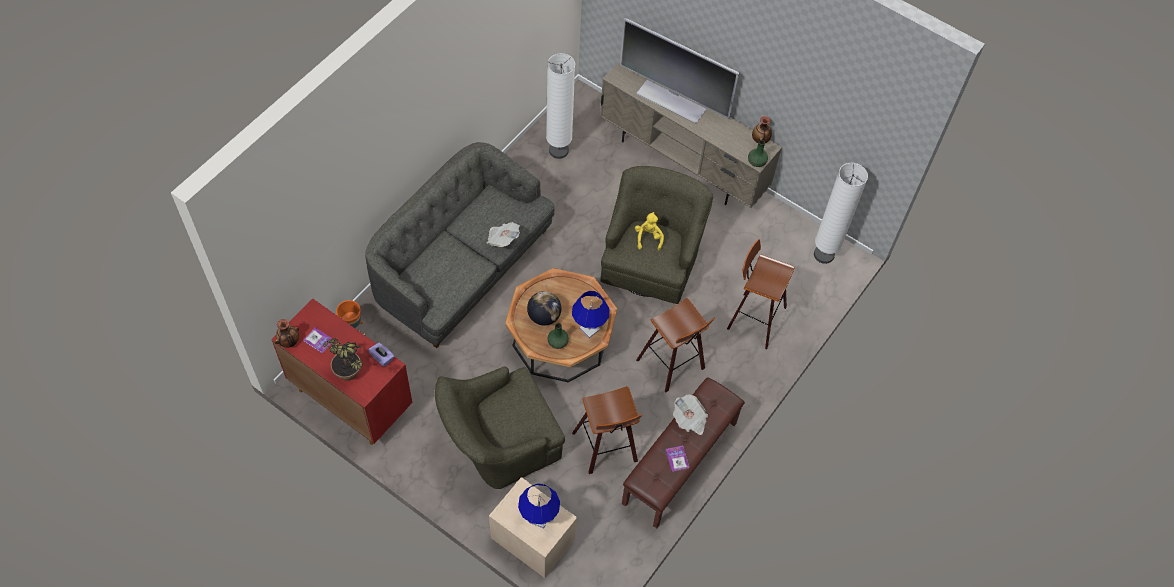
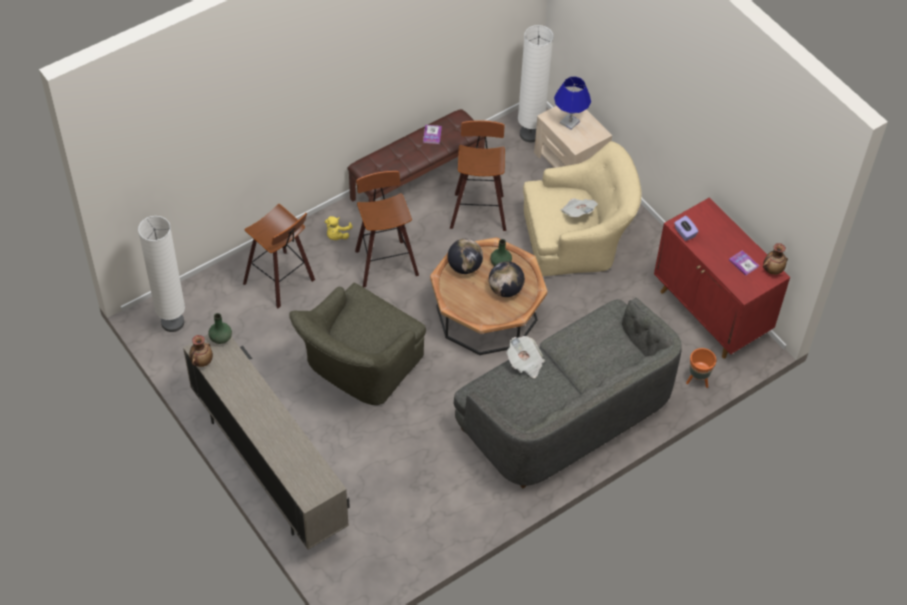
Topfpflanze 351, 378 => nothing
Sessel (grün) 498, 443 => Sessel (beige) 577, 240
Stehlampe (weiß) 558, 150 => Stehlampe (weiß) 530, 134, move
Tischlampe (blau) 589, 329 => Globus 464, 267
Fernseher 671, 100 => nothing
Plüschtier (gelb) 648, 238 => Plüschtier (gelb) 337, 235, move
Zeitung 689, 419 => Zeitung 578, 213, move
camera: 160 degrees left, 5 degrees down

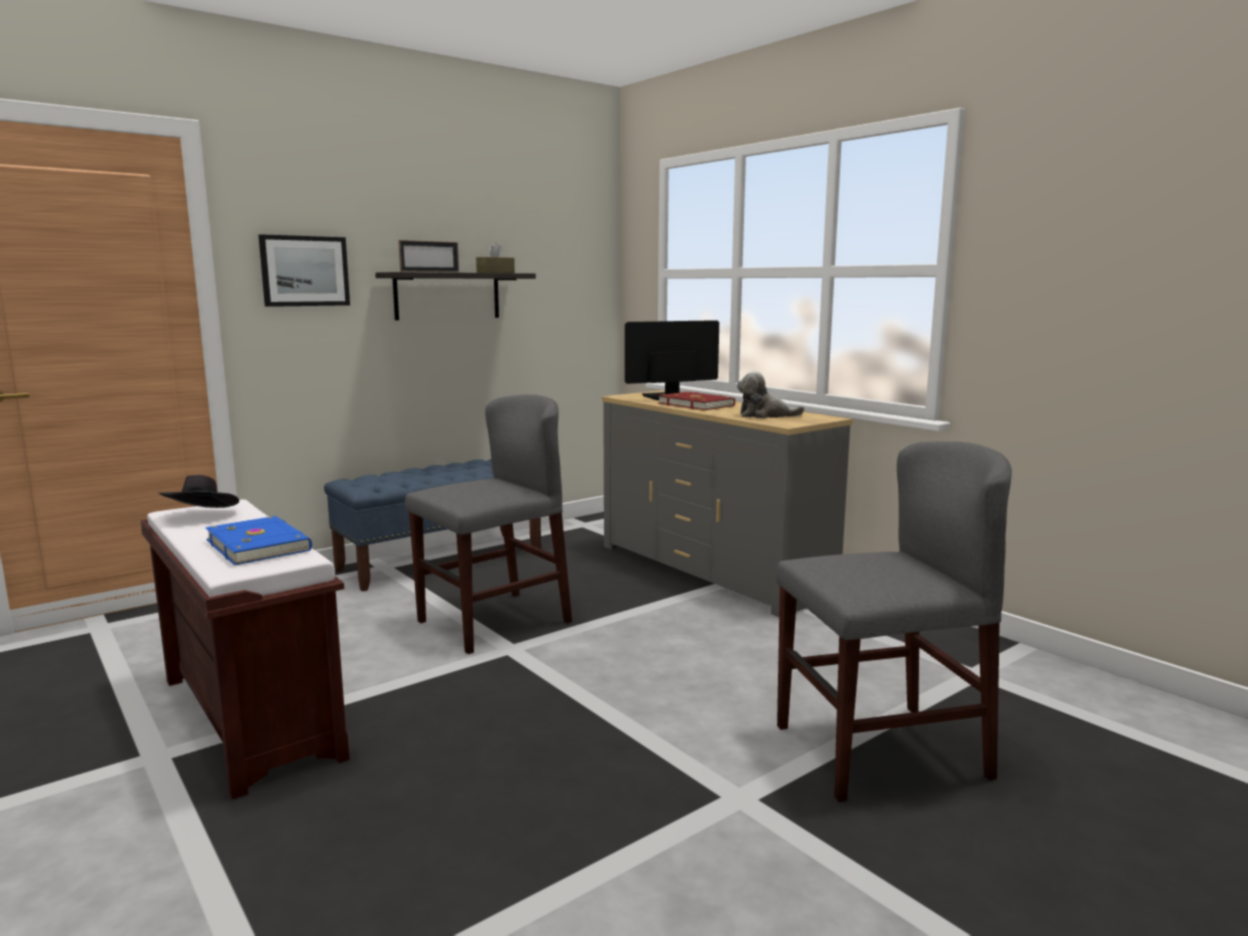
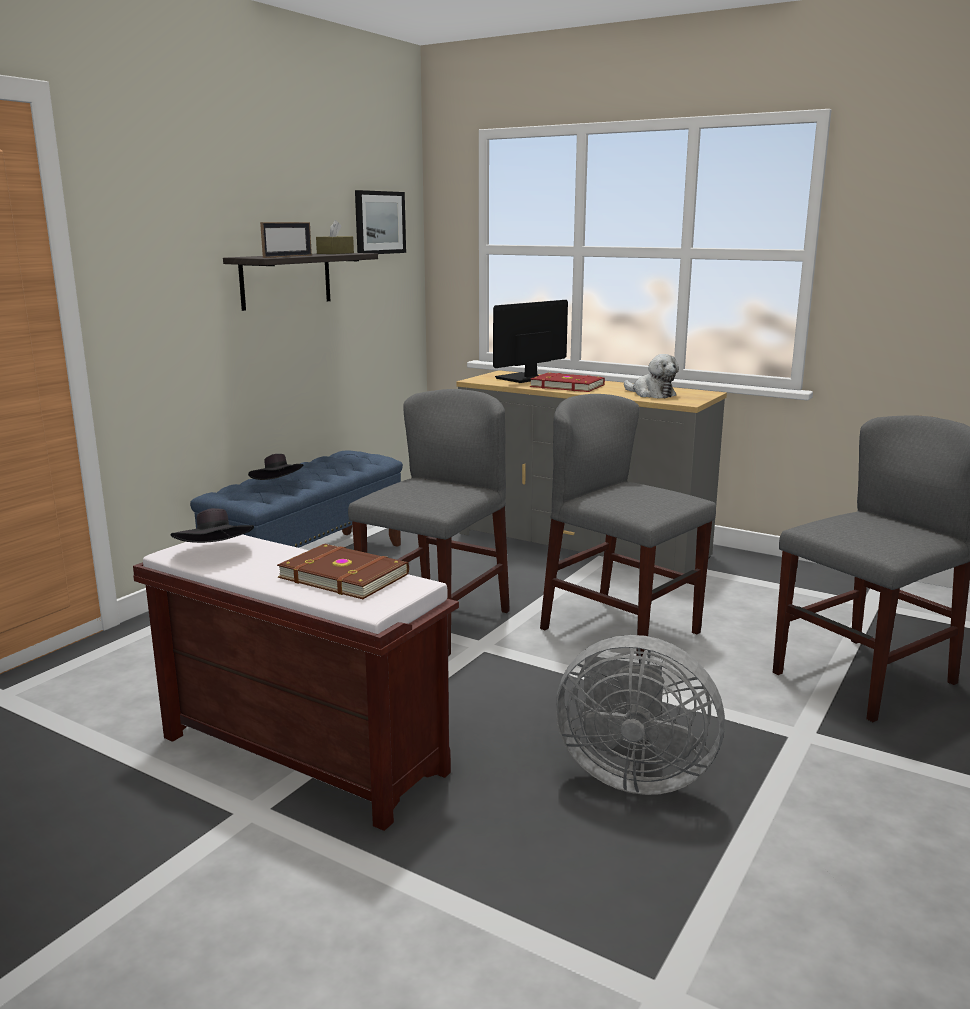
Buch (blau) 260, 545 => Buch (braun) 344, 575
Bild 305, 271 => Bild 379, 222, move
Plüschtier 765, 415 => Plüschtier 651, 394, 120 degrees counterclockwise
nothing => Hut (schwarz) 278, 485
nothing => Stuhl (grau) 620, 630
nothing => Ventilator (grau) 631, 774
camera: 20 degrees left, 5 degrees up

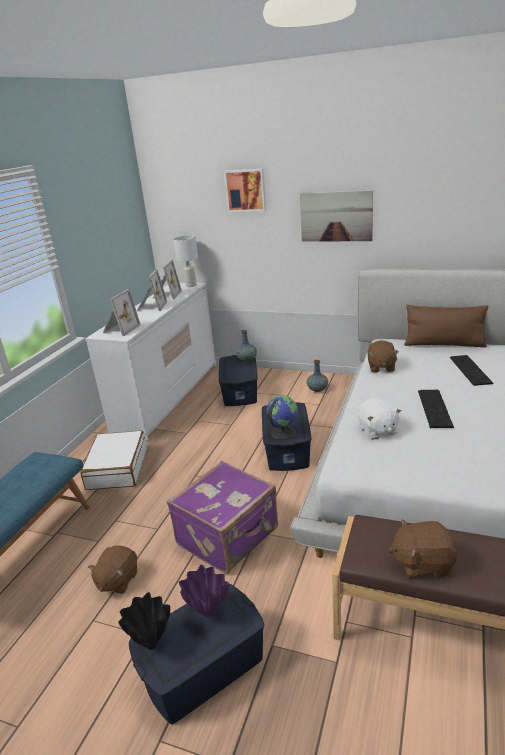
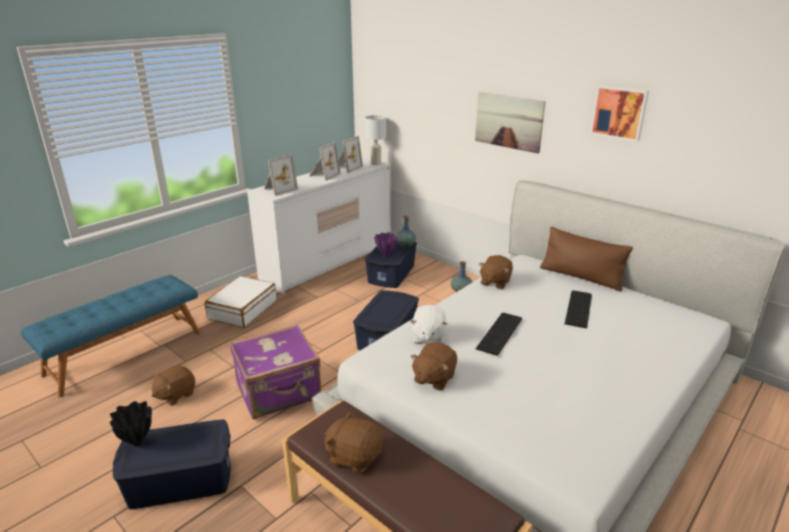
Vase (lila) 207, 613 => Vase (lila) 386, 256, move
Bild 246, 190 => Bild 619, 112, move
Globus 282, 432 => nothing
nothing => Plüschtier (braun) 433, 378
camera: 20 degrees right, 0 degrees up

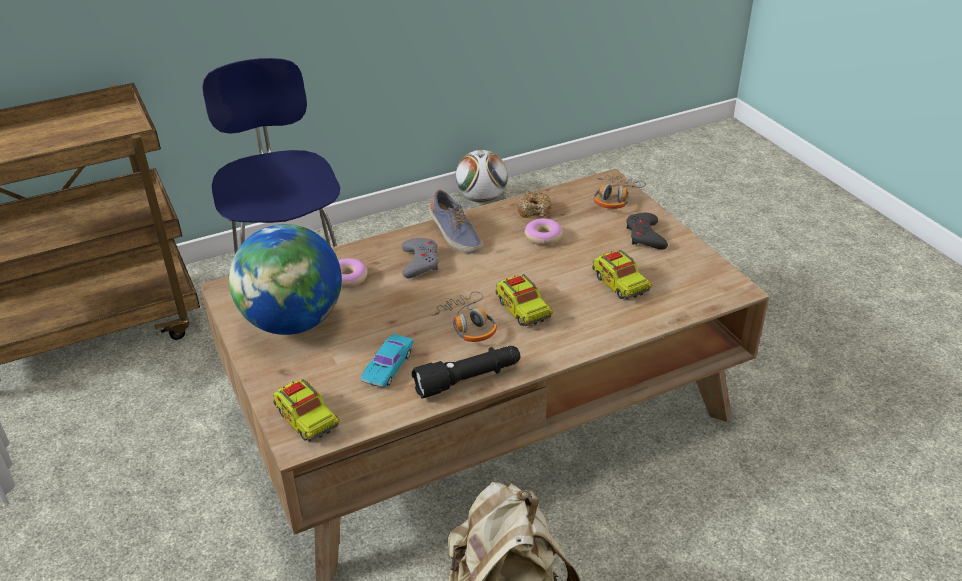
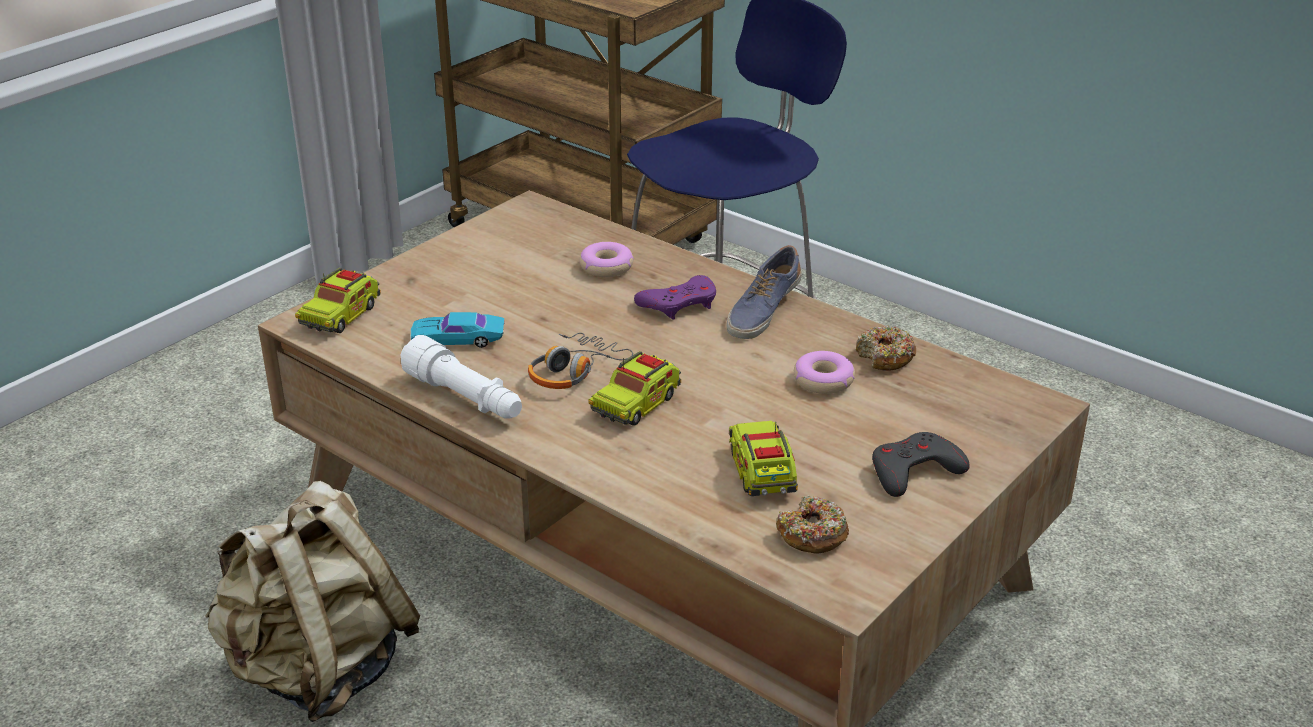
Globus 293, 322 => nothing
Gamepad (grau) 420, 262 => Gamepad (lila) 679, 304
Taschenlampe (schwarz) 468, 379 => Taschenlampe (weiß) 465, 398
Fußball 481, 198 => nothing
Spielzeuglaster 620, 284 => Spielzeuglaster 762, 472, 135 degrees clockwise
Kopfhörer 615, 198 => nothing
nothing => Donut 812, 535
camera: 65 degrees right, 5 degrees down

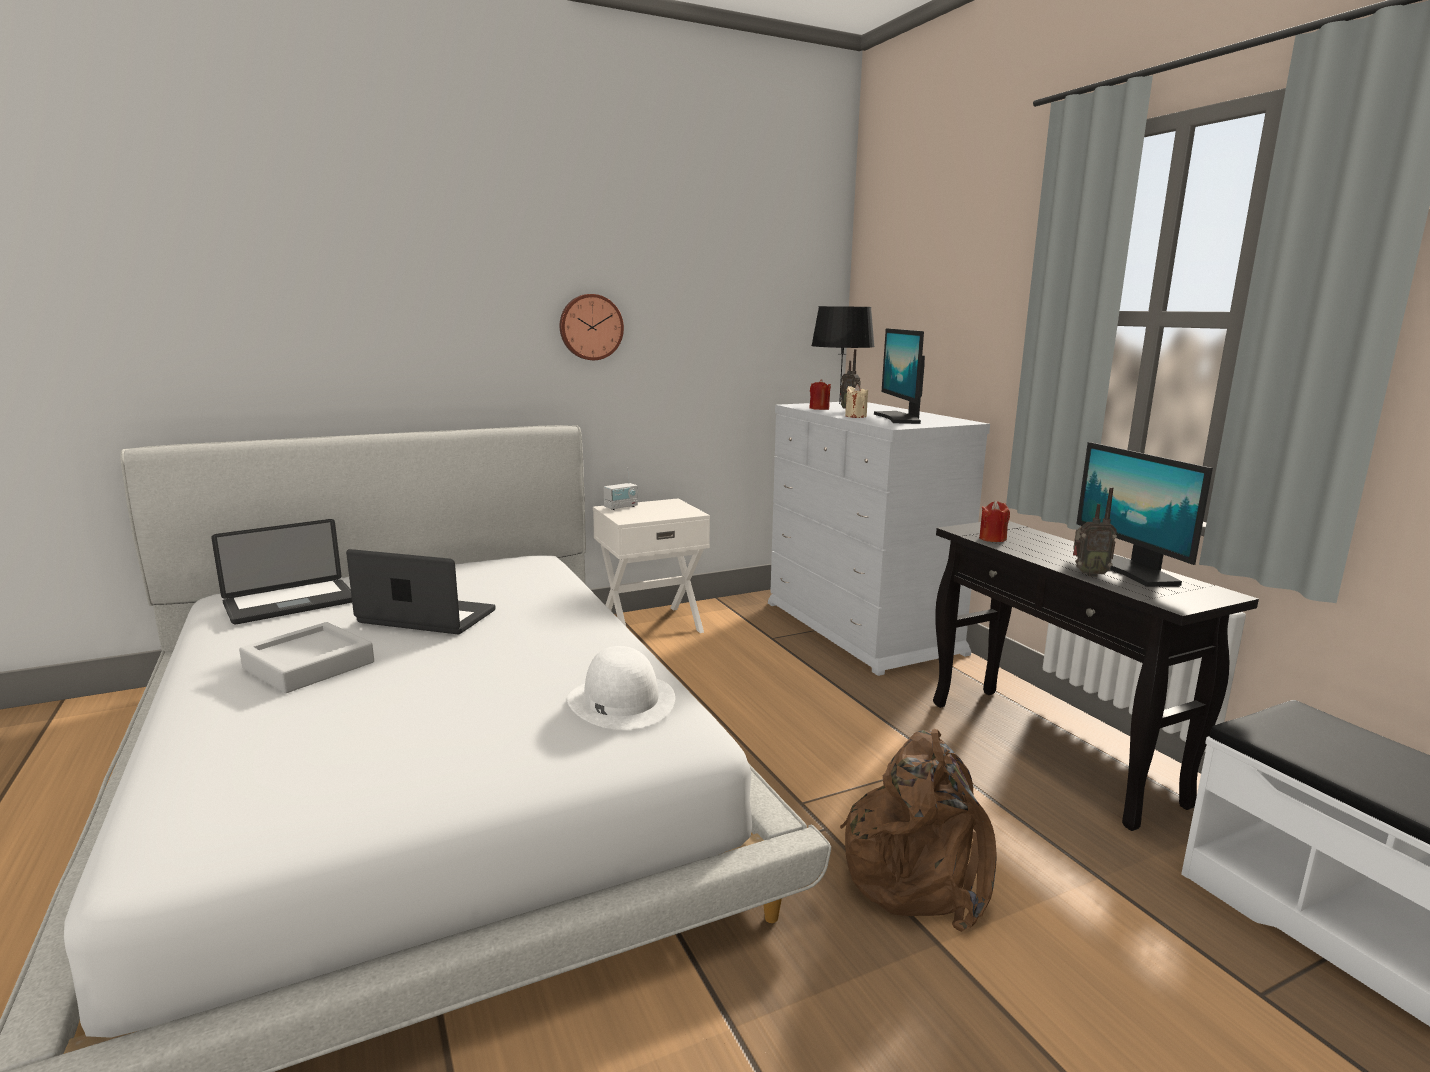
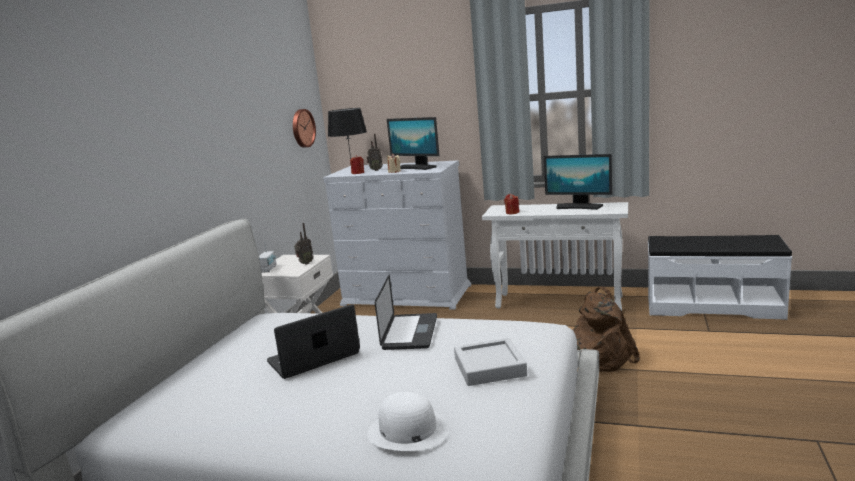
Laptop 290, 603 => Laptop 410, 333, move
Tablett (grau) 309, 665 => Tablett (grau) 489, 367, move
Wanduhr 590, 327 => Wanduhr 302, 128, move
Hut (weiß) 621, 701 => Hut (weiß) 407, 431, move
Konsolentisch (schwarz) 1051, 751 => Konsolentisch (weiß) 559, 302
Radio 1088, 574 => Radio 305, 263, move
camera: 45 degrees left, 0 degrees up

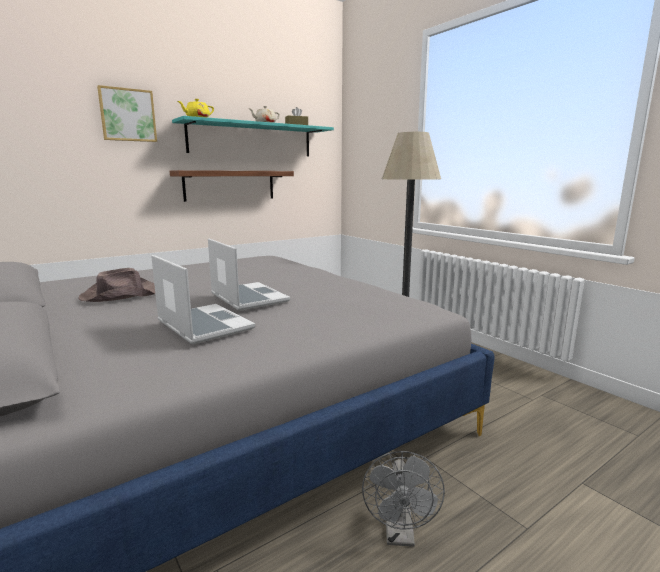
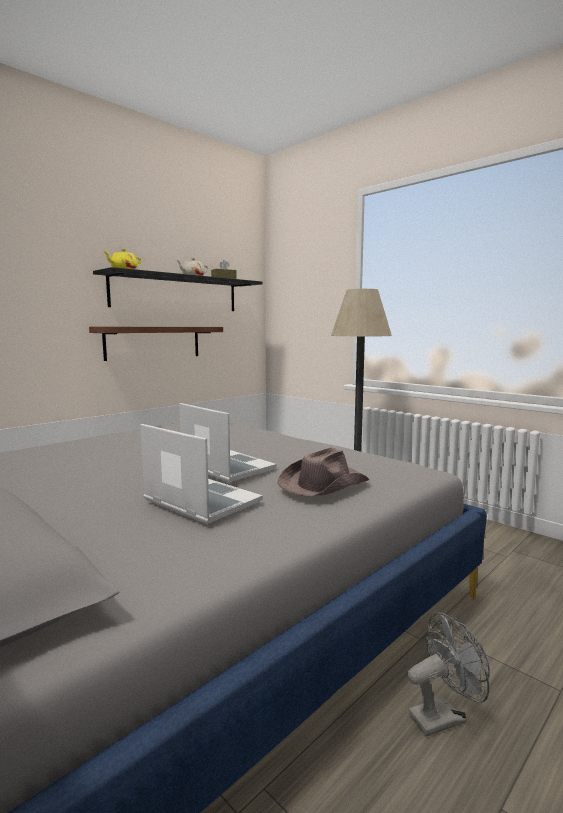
Hut (braun) 120, 295 => Hut (braun) 323, 484, move
Bild 127, 115 => nothing
Wandregal (türkis) 252, 140 => Wandregal (schwarz) 176, 293
Ventilator (grau) 400, 535 => Ventilator (grau) 443, 716, 105 degrees counterclockwise
camera: 10 degrees left, 5 degrees down

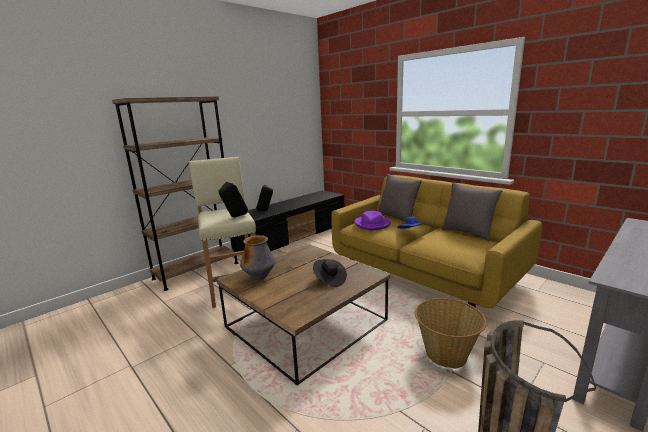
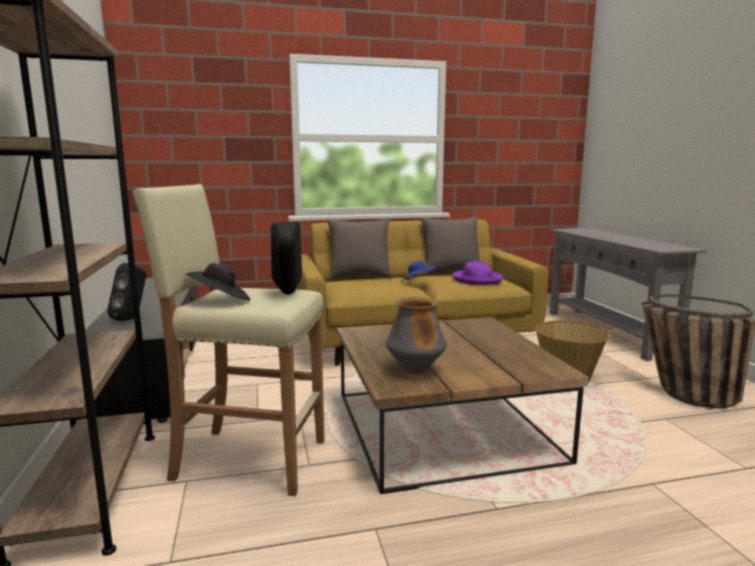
Hut (schwarz) 329, 280 => Hut (schwarz) 220, 300, move
Hut (lila) 372, 224 => Hut (lila) 477, 279, move
camera: 60 degrees left, 5 degrees down

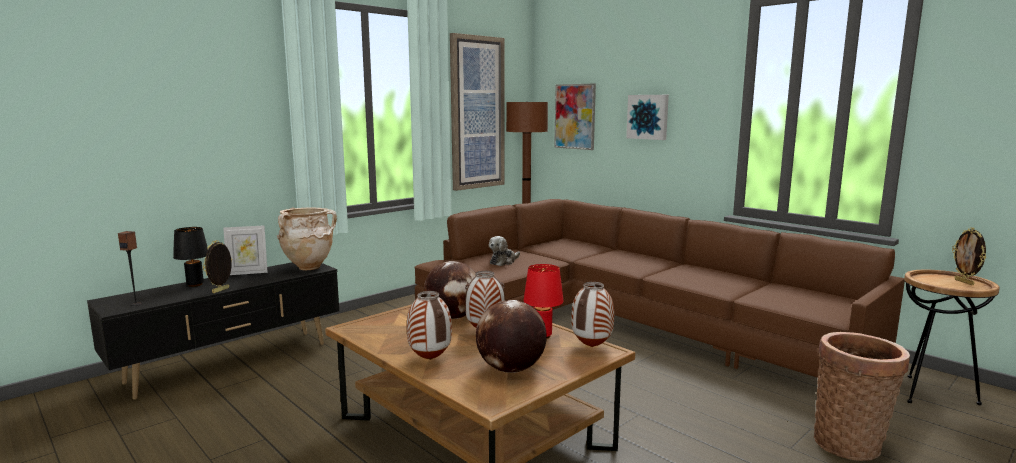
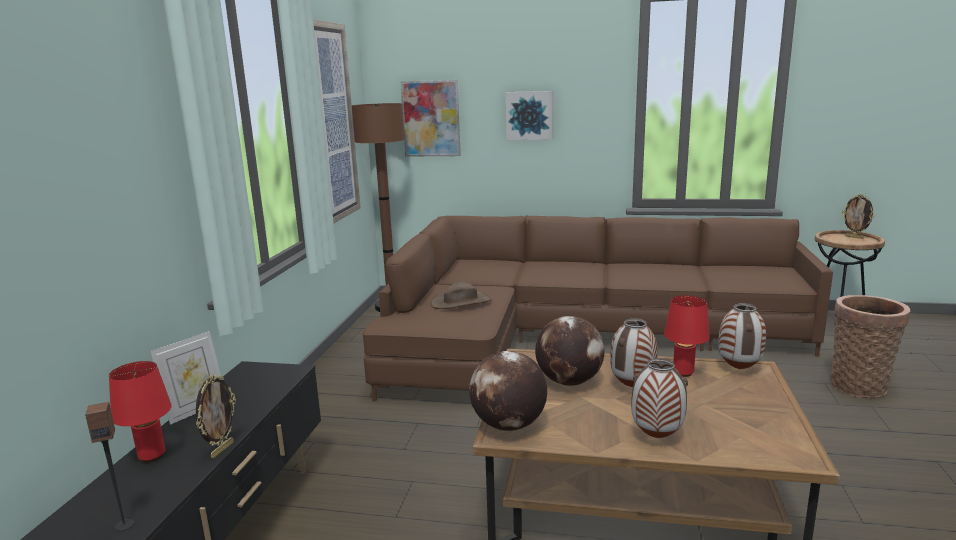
Tischlampe (schwarz) 194, 284 => Tischlampe (rot) 152, 456
Bilderrahmen 221, 290 => Bilderrahmen 221, 450, 150 degrees counterclockwise
Vase (beige) 307, 268 => nothing
Globus 510, 369 => Globus 508, 425, move
Plüschtier 503, 262 => Hut (braun) 461, 302
camera: 35 degrees left, 5 degrees up

